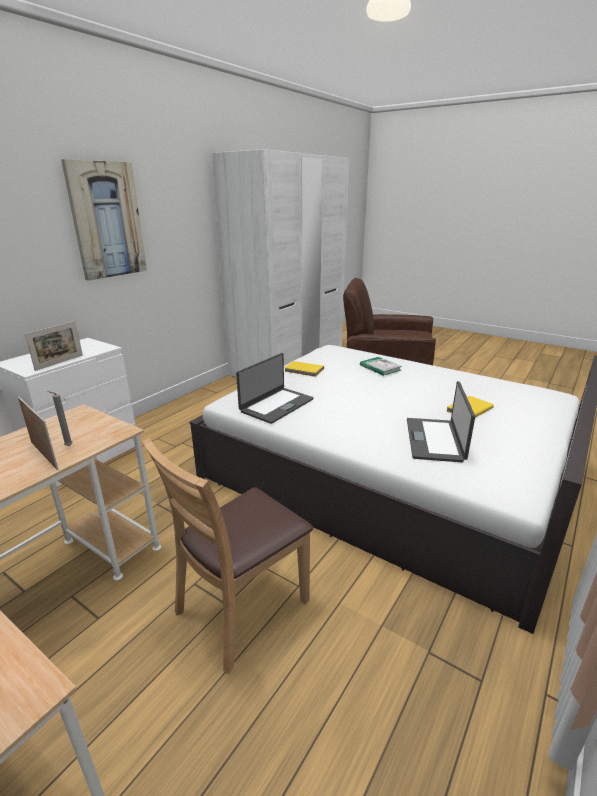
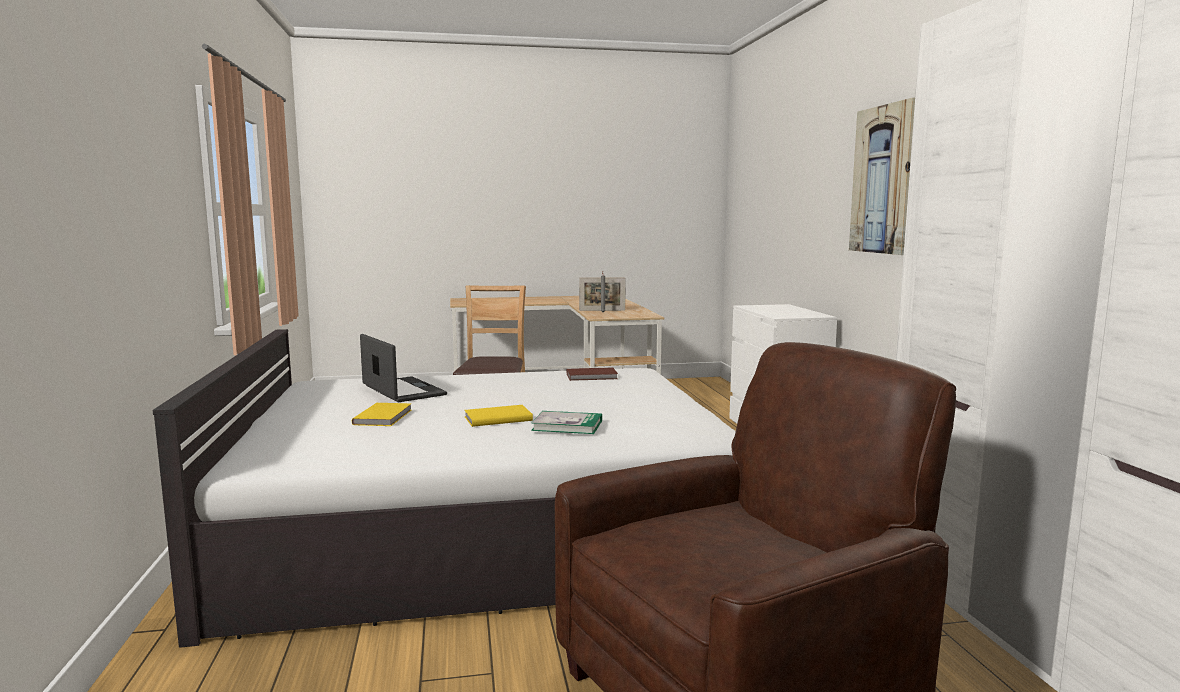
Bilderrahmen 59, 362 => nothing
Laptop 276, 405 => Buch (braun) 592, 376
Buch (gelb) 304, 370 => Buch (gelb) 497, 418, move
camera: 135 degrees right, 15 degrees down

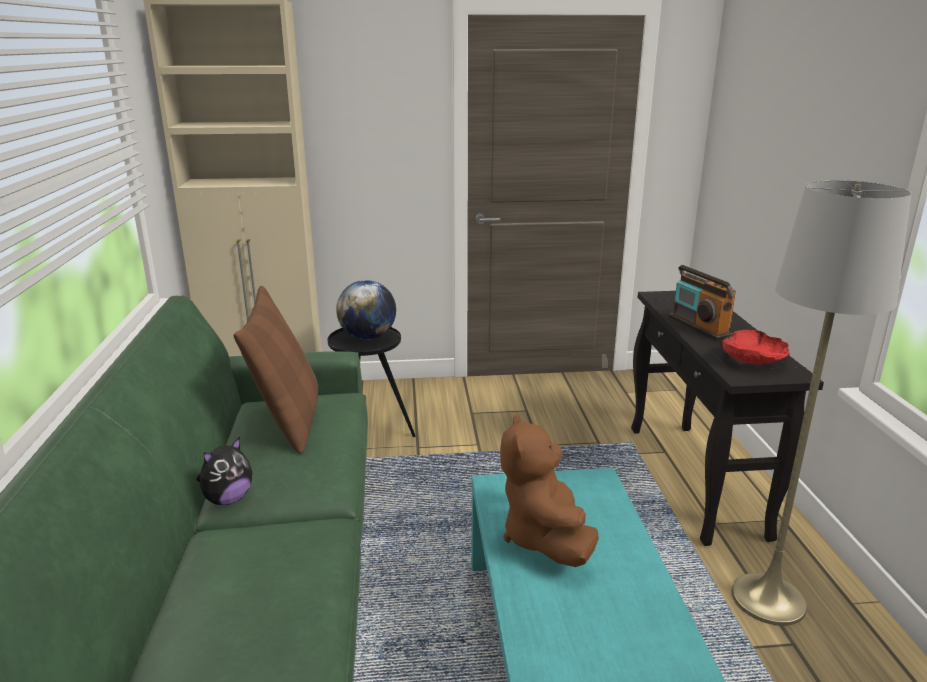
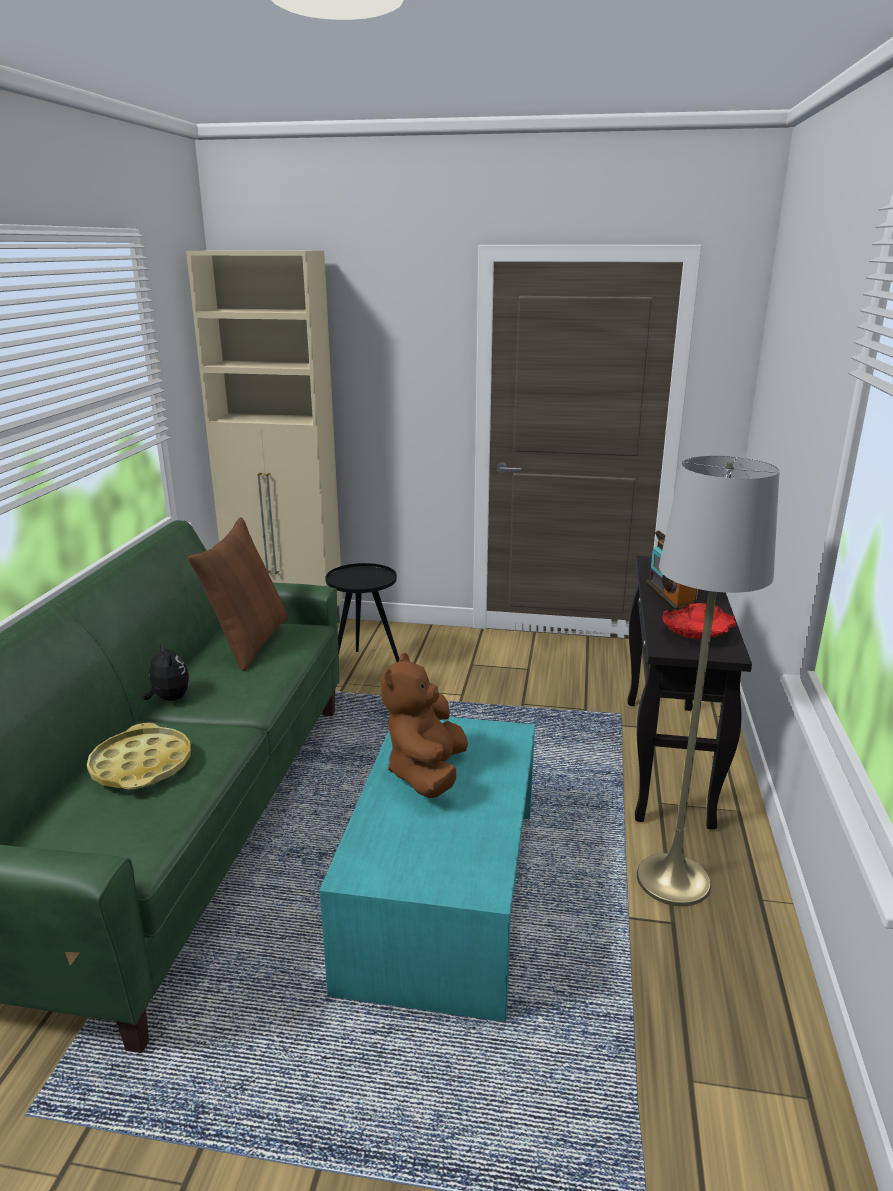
Plüschtier 228, 499 => Plüschtier 169, 699, 90 degrees counterclockwise
Globus 368, 337 => nothing
nothing => Tablett (gelb) 142, 765
camera: 15 degrees right, 0 degrees up

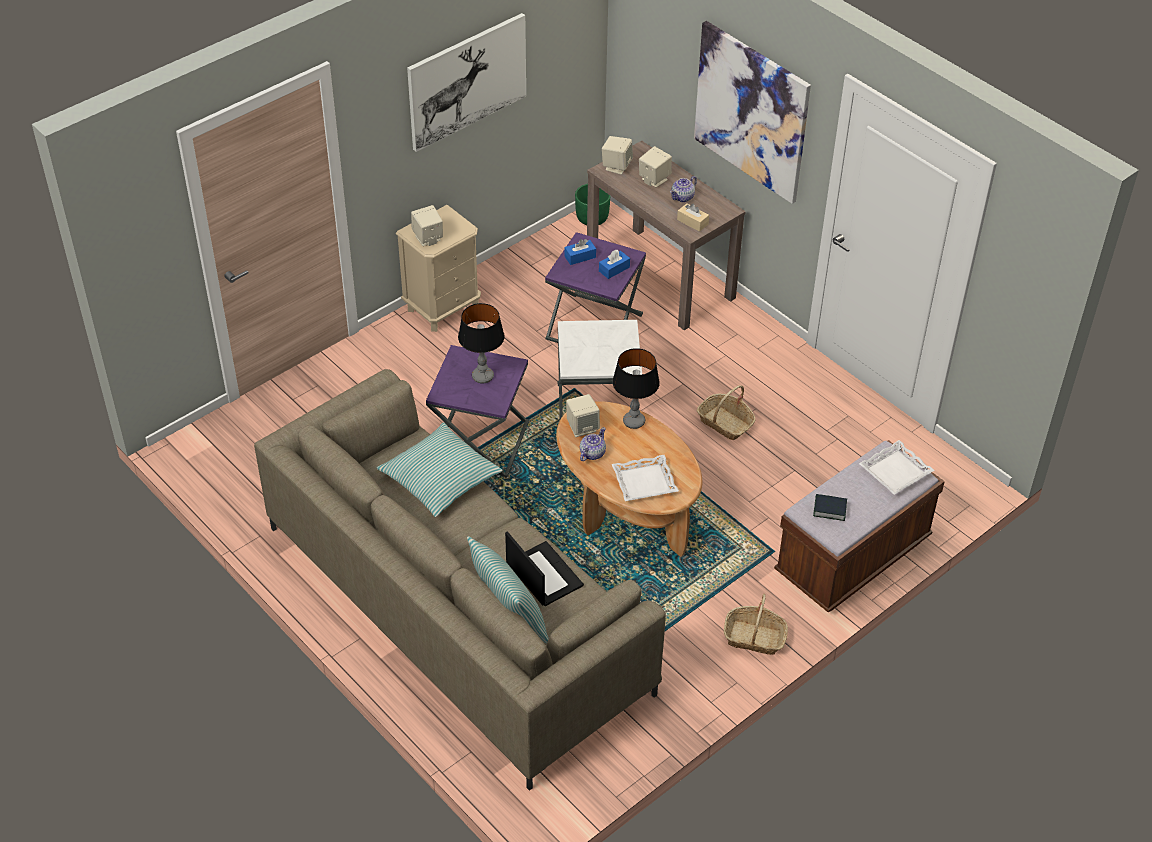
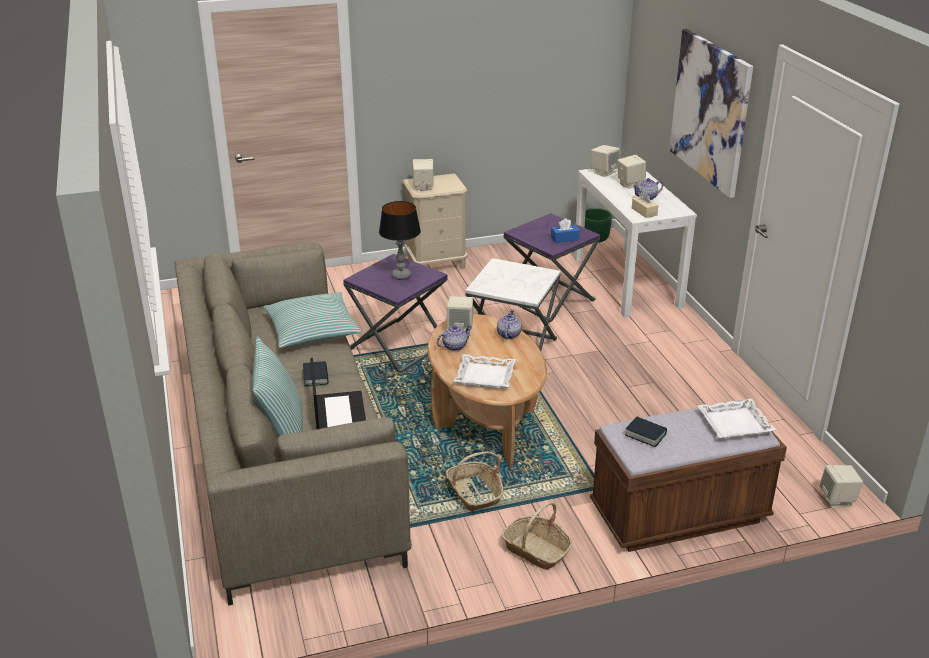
Bild 467, 81 => nothing
Taschentuchbox (blau) 580, 257 => nothing
Konsolentisch (braun) 661, 277 => Konsolentisch (weiß) 627, 282
Tischlampe 633, 422 => Teekanne 508, 335
Korb 725, 423 => Korb 474, 493, move
nothing => Buch 316, 377
nothing => Lautsprecher (beige) 837, 499
camera: 25 degrees right, 15 degrees down

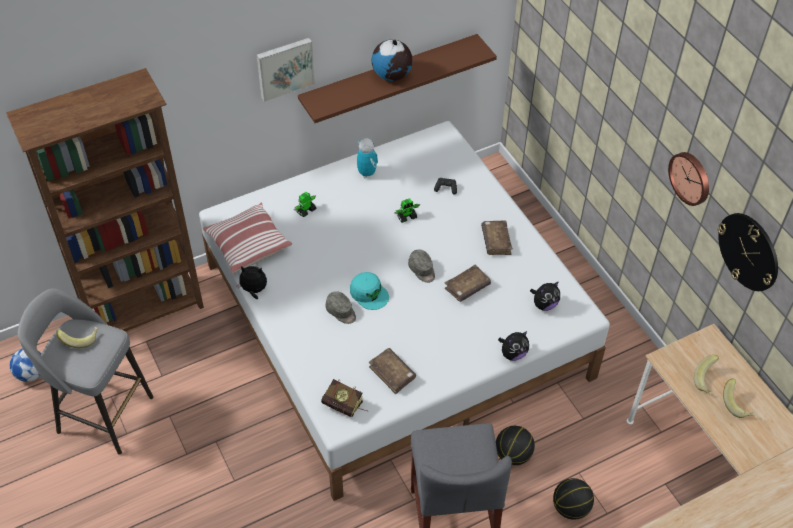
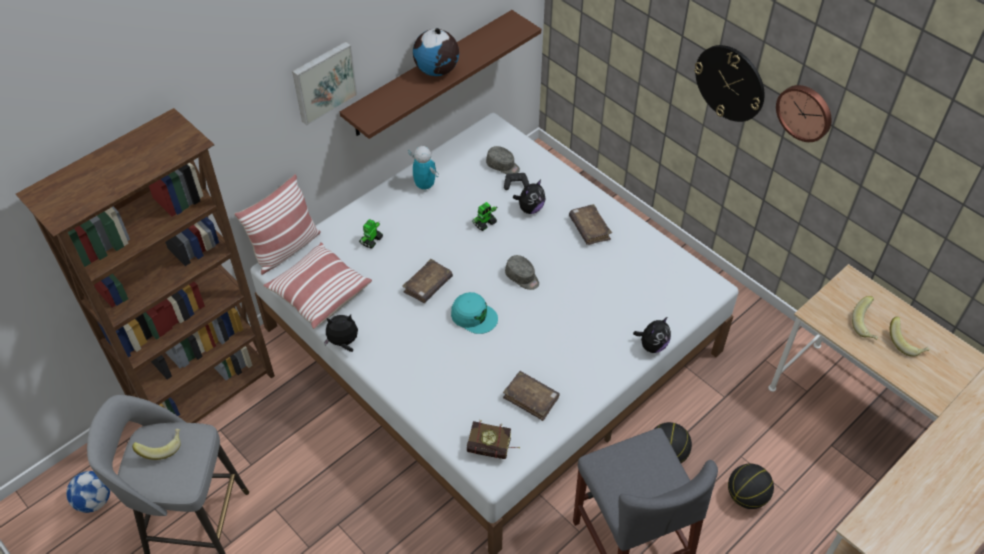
Kappe (grau) 341, 312 => Kappe (grau) 503, 166, move
Buch (braun) 467, 287 => Buch (braun) 428, 285, move
Plüschtier 544, 304 => Plüschtier 530, 208, move
Wanduhr 748, 251 => Wanduhr 730, 83, move
nothing => Kissen 286, 249
camera: 15 degrees left, 0 degrees up

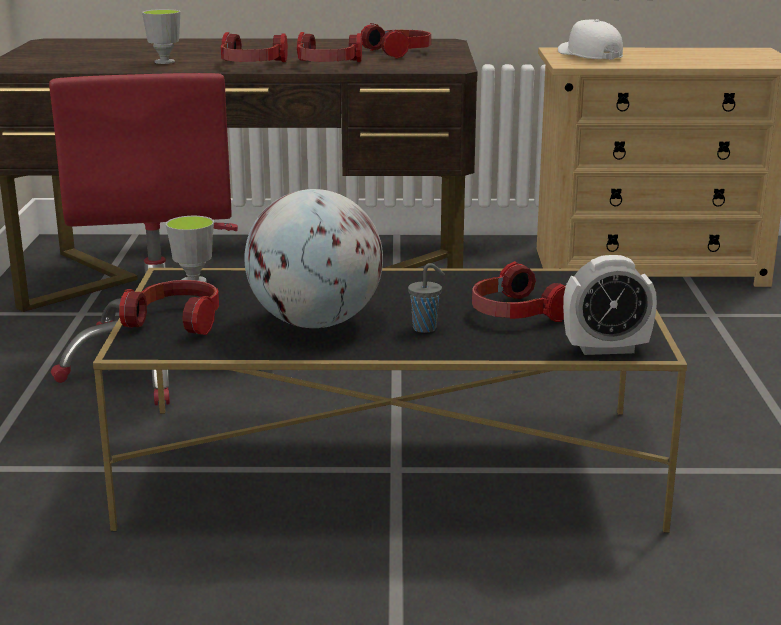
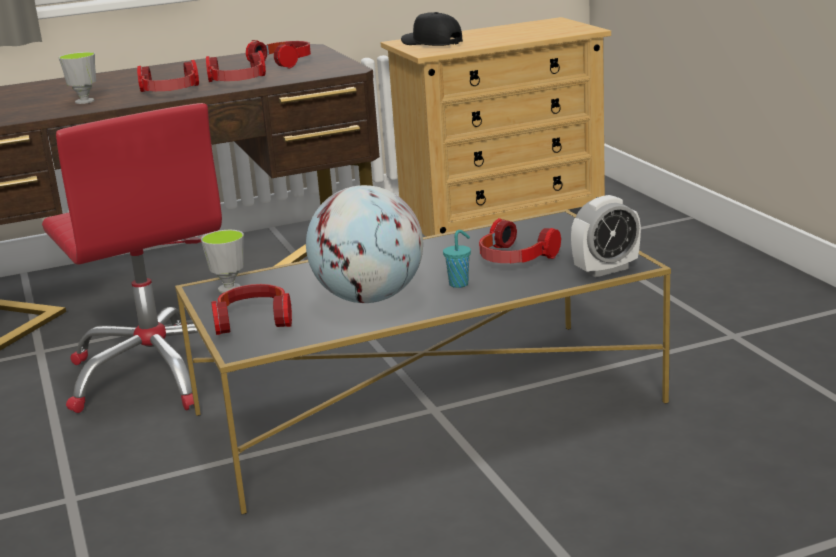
Tasse (grau) 426, 328 => Tasse (türkis) 460, 284
Kappe (weiß) 589, 55 => Kappe (schwarz) 431, 42
camera: 20 degrees left, 0 degrees up

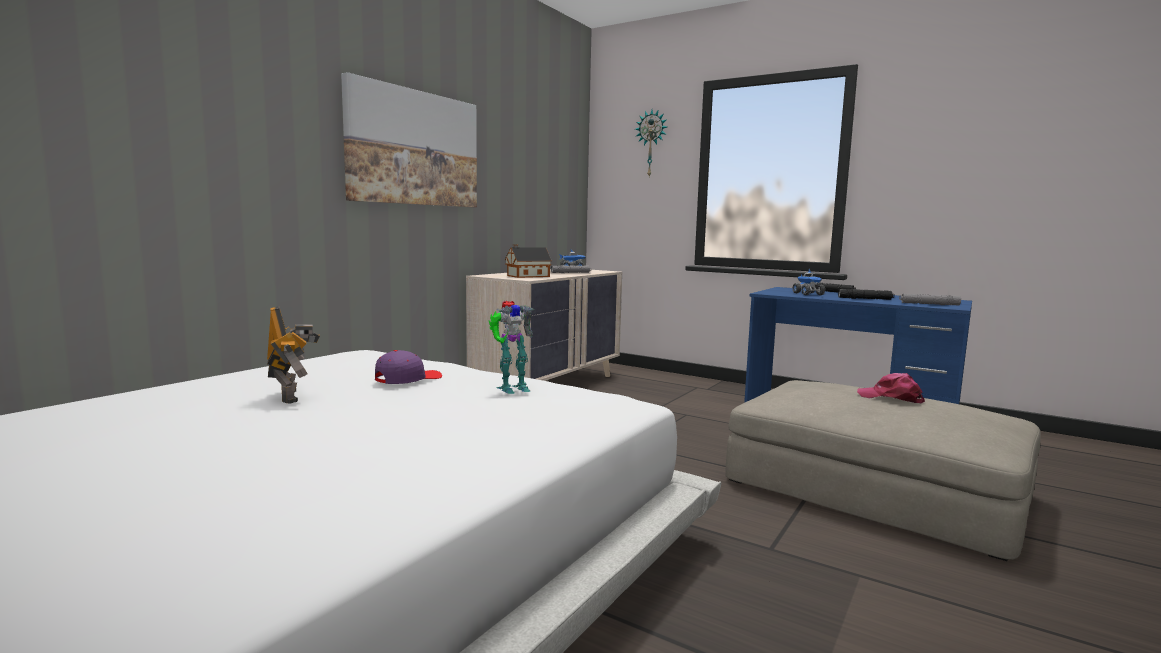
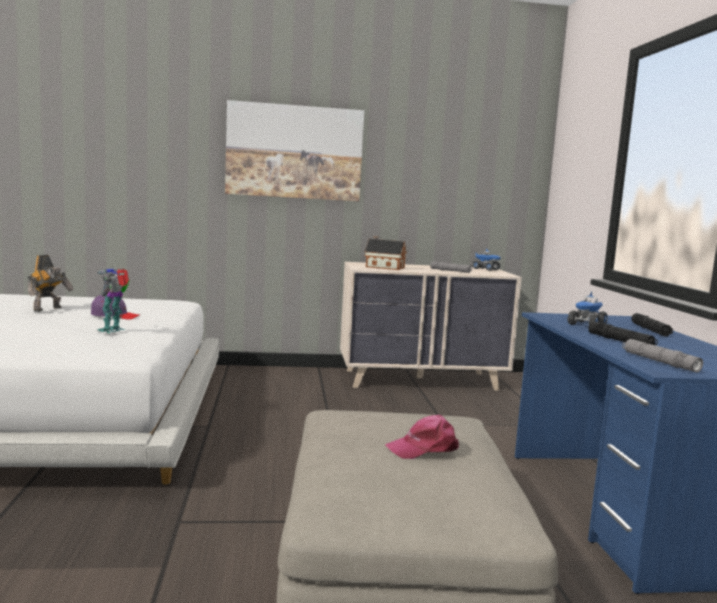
Spielzeugroboter 511, 388 => Spielzeugroboter 113, 330, 90 degrees clockwise
Wanduhr 651, 143 => nothing
Kappe (rosa) 891, 398 => Kappe (rosa) 424, 448, 105 degrees counterclockwise
camera: 50 degrees right, 0 degrees up

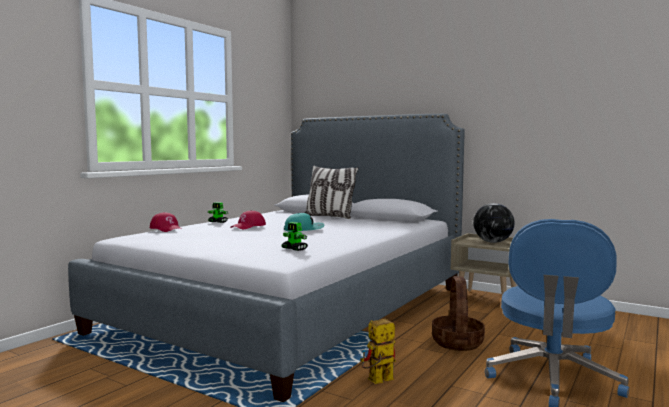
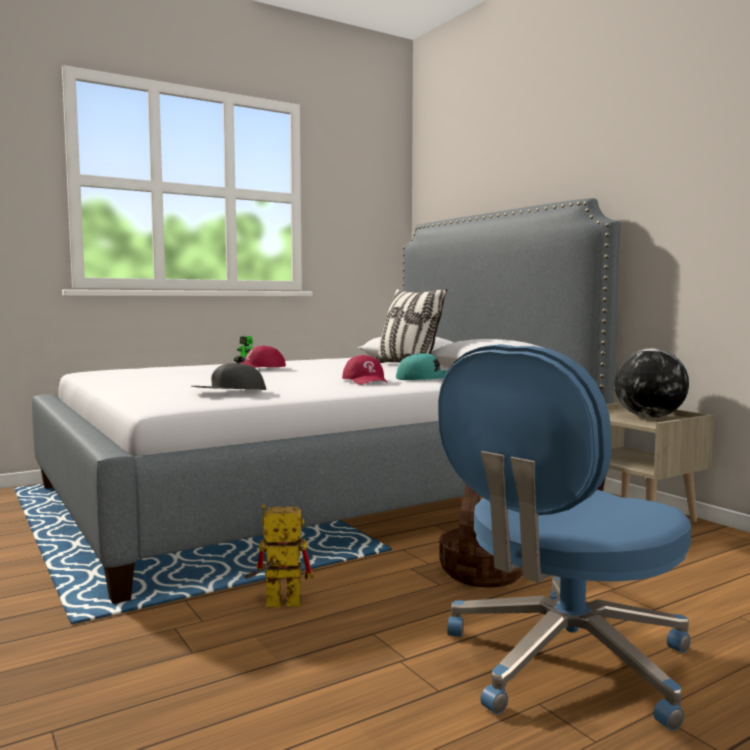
Kappe (rot) 166, 229 => Kappe (rot) 366, 381, move
Spielzeugroboter 294, 249 => Kappe (grau) 228, 392
Kappe (türkis) 304, 229 => Kappe (türkis) 426, 378, move
camera: 25 degrees right, 0 degrees up

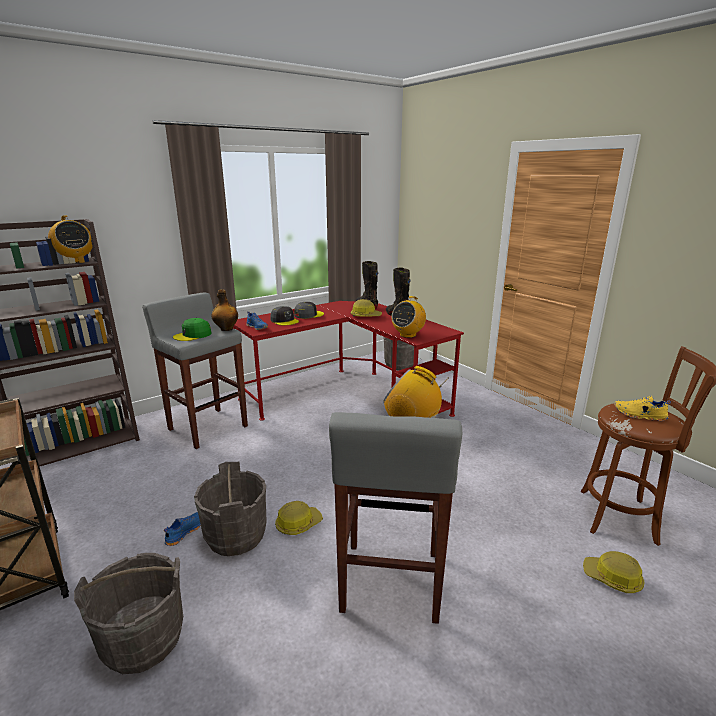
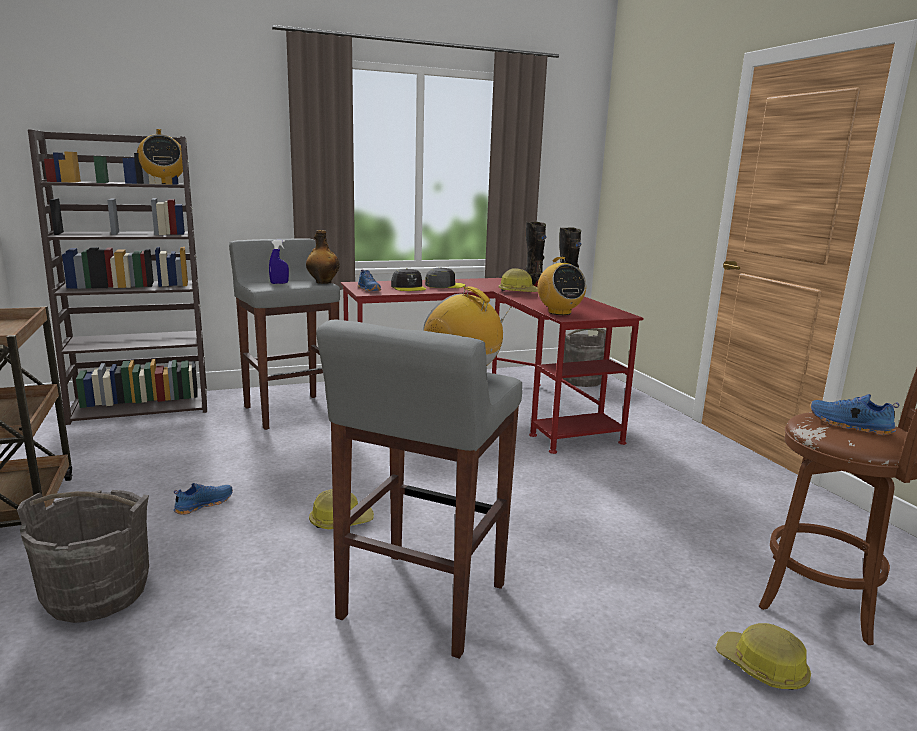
Kappe (grün) 193, 335 => Sprühflasche (blau) 279, 283
Eimer (grau) 235, 535 => nothing
Radio 408, 335 => Radio 559, 312, 75 degrees counterclockwise
Schuh (gelb) 639, 415 => Schuh (blau) 849, 426
camera: 15 degrees right, 5 degrees down

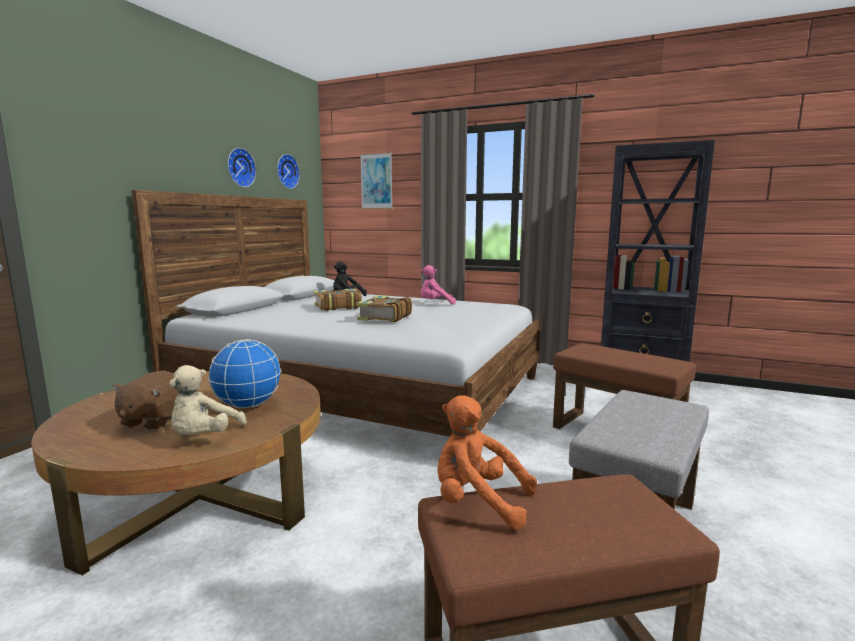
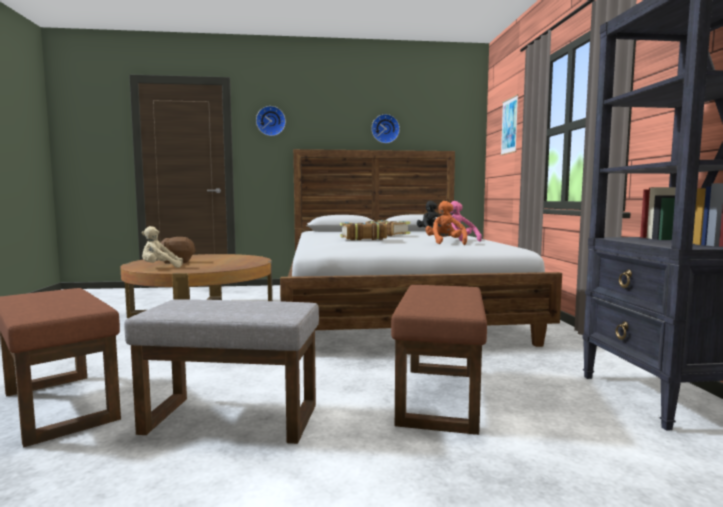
Globus 247, 405 => nothing
Wanduhr 286, 171 => Wanduhr 271, 121, move
Plüschtier (orange) 477, 502 => Plüschtier (orange) 445, 243, move
camera: 60 degrees right, 5 degrees down

